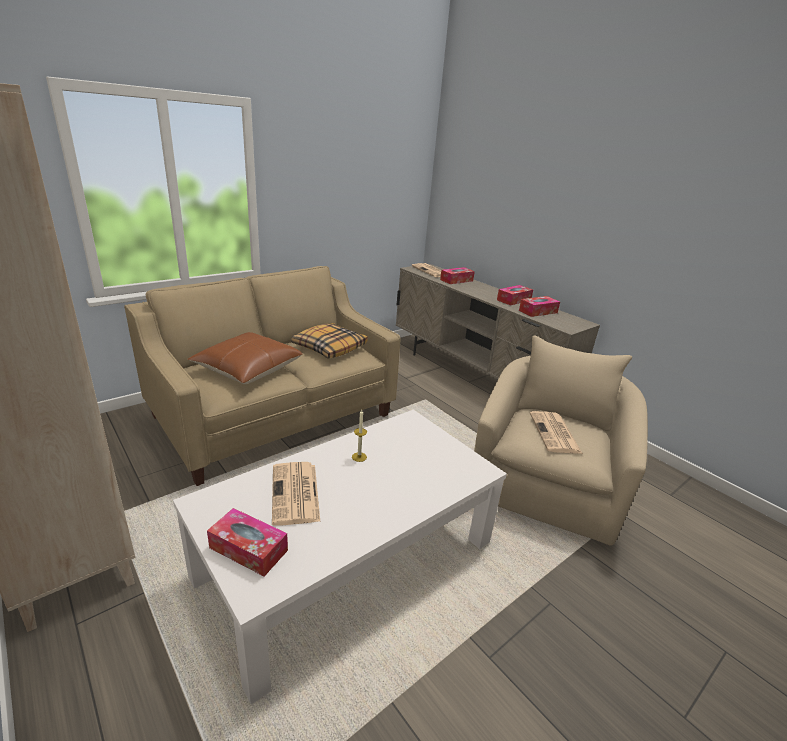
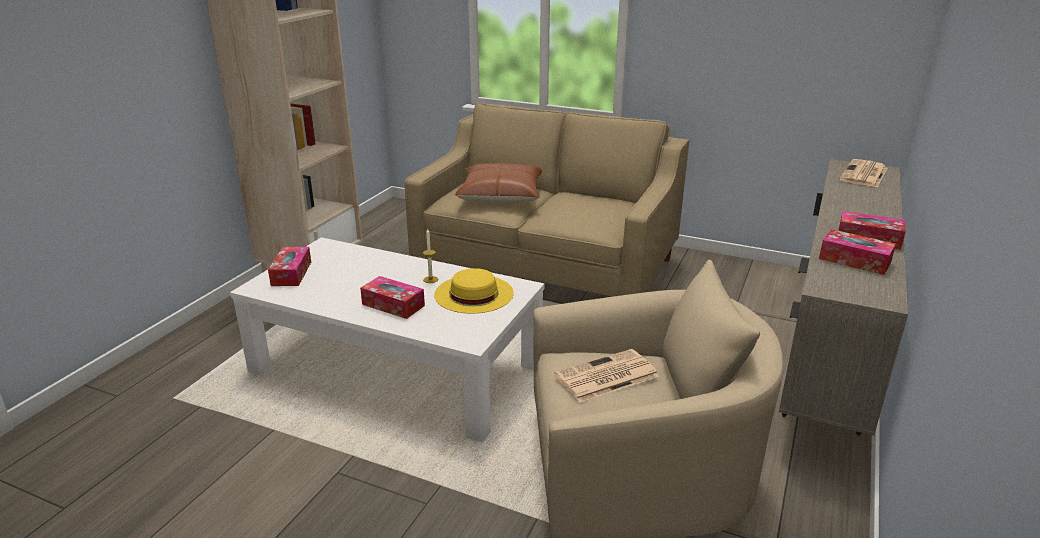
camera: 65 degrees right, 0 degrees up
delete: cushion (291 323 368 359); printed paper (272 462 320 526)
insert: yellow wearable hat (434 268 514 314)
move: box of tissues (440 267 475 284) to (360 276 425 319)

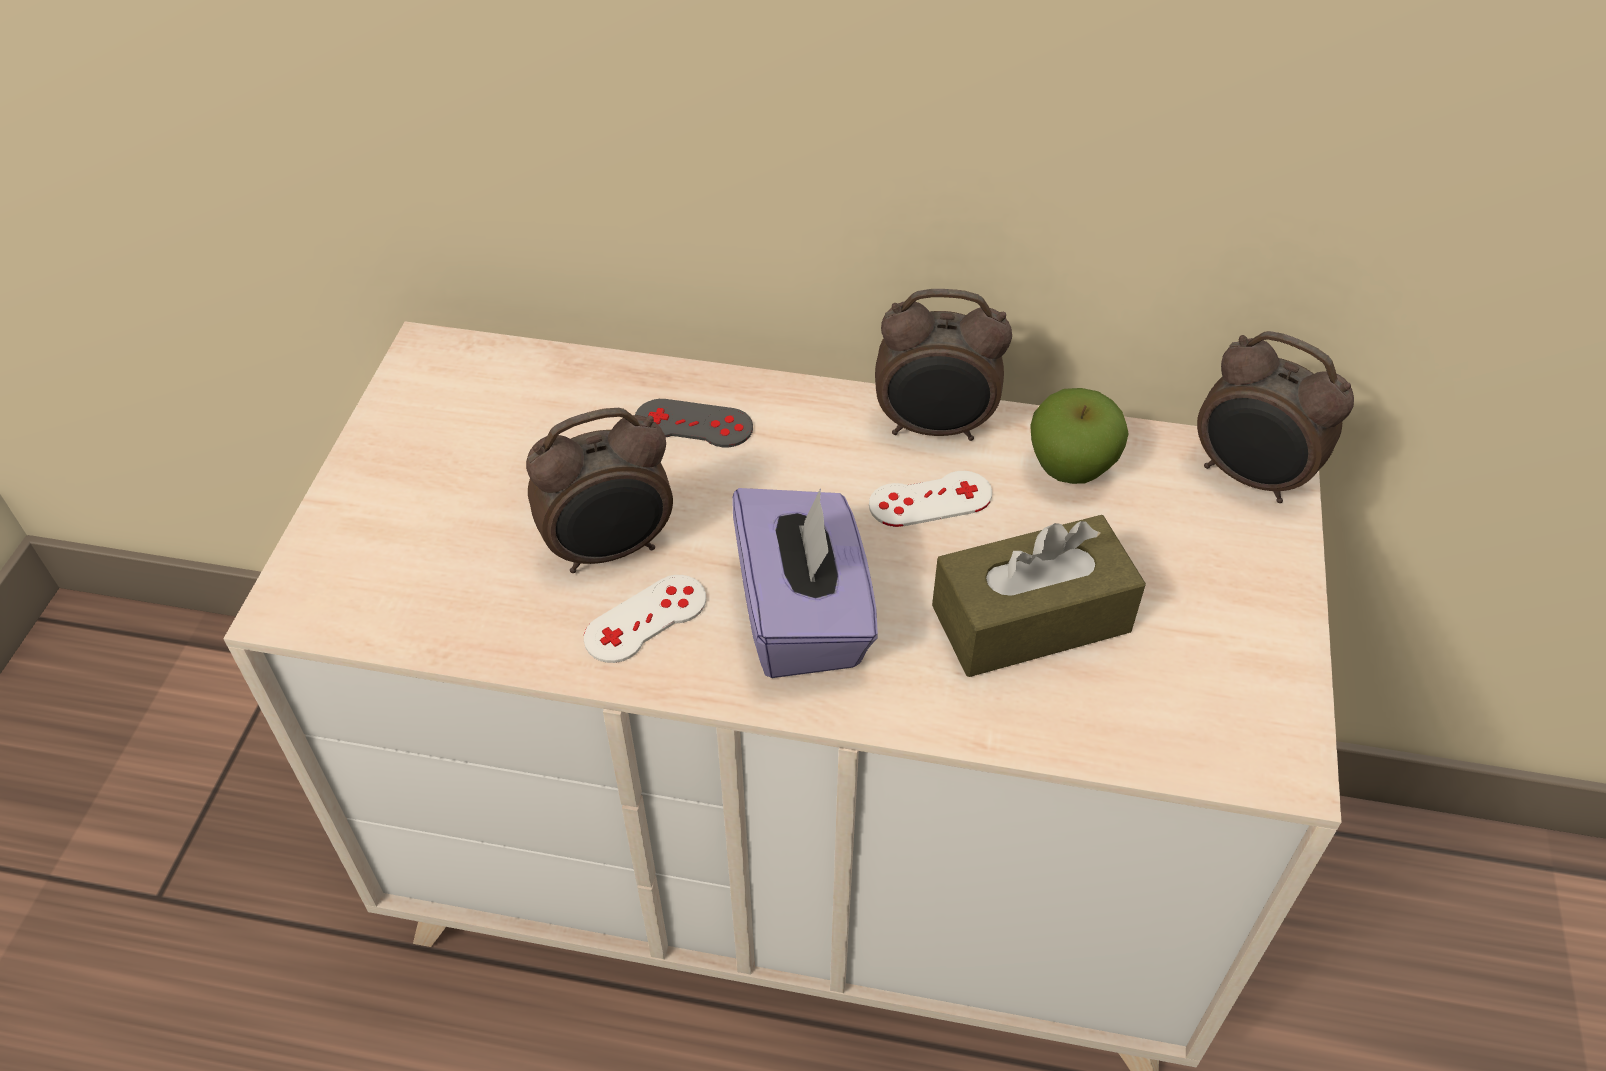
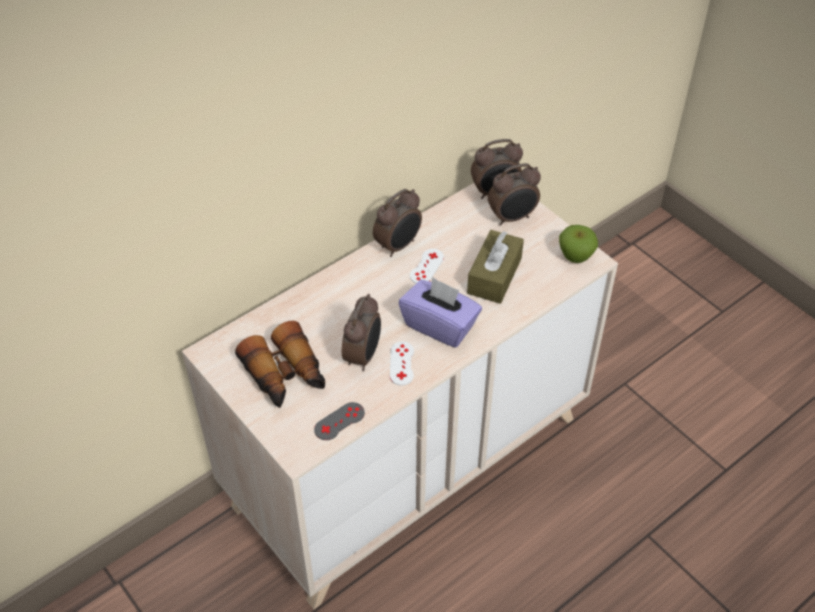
camera: 50 degrees left, 0 degrees up
insert: bedside clock (488 163 541 226); pair of binoculars (235 321 325 408)
move: apple (1030 388 1129 484) to (559 225 598 263); greyish game controller (635 399 753 447) to (314 402 365 440)

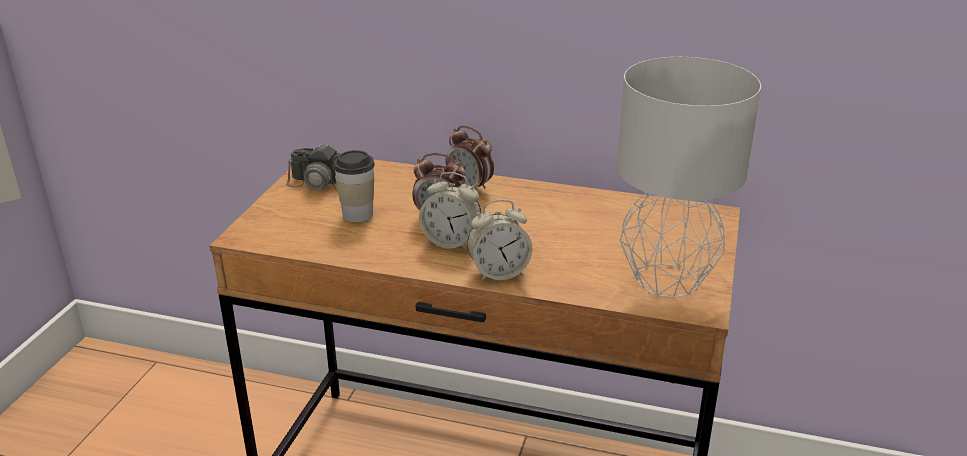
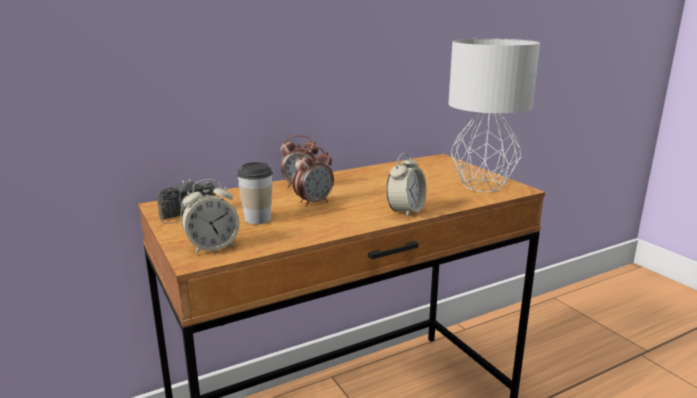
camera: 45 degrees left, 10 degrees down
move: bedside clock (419 172 482 250) to (182 179 239 254)

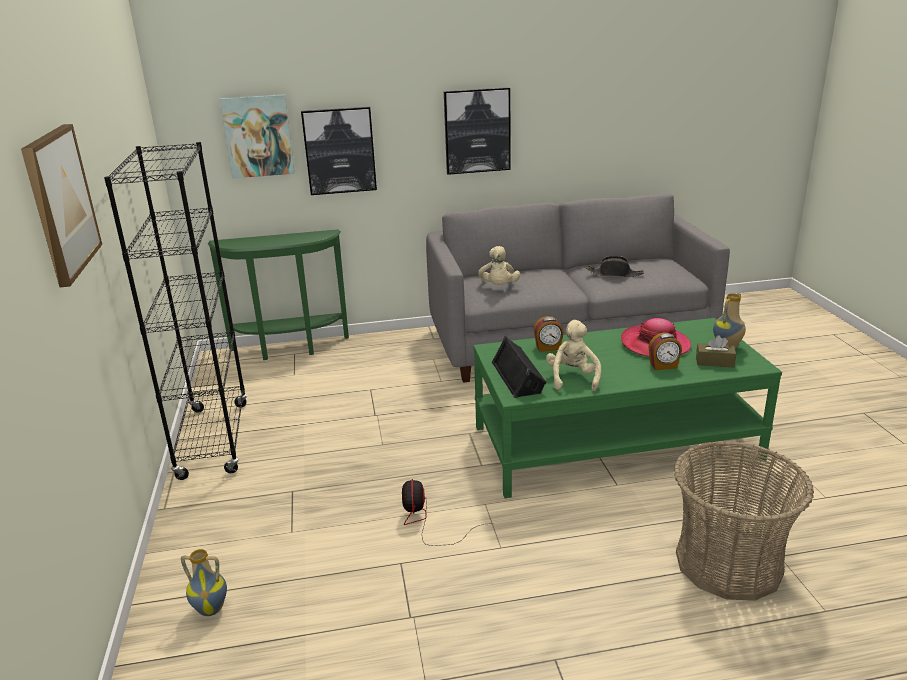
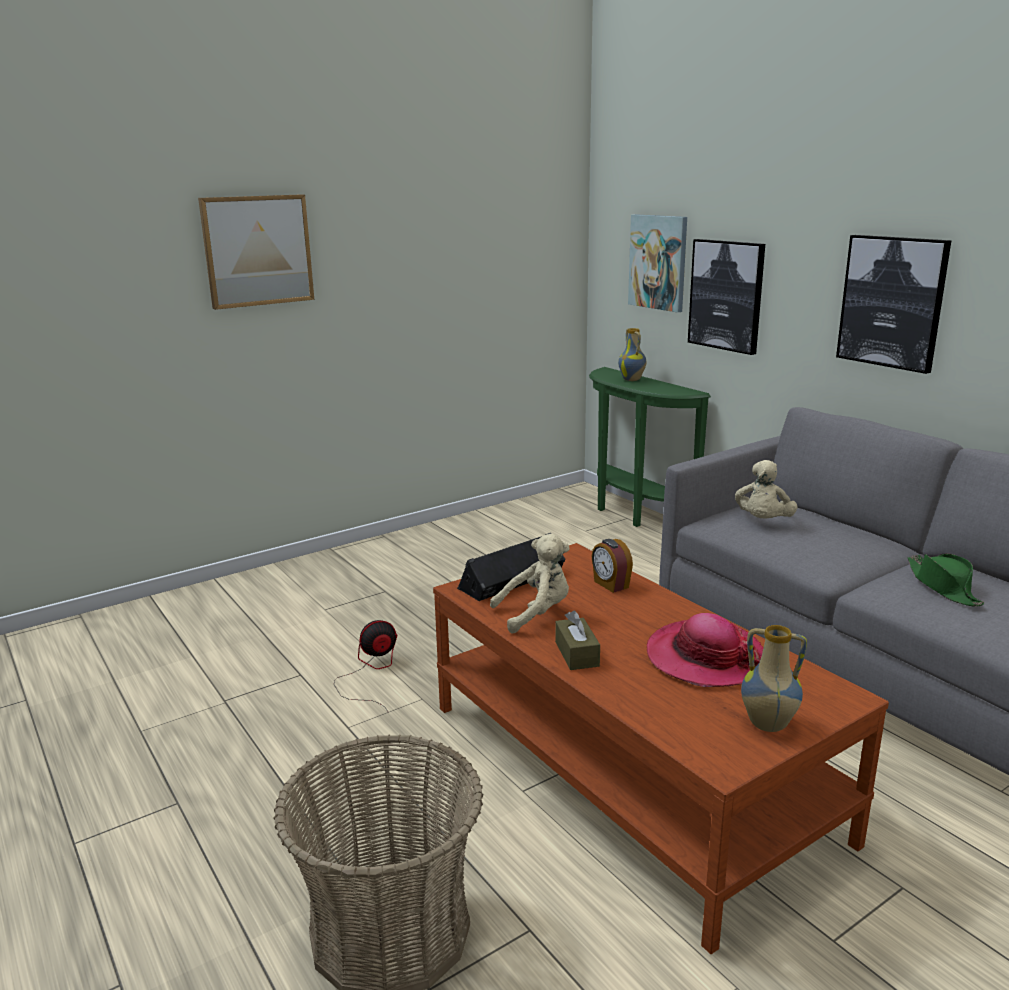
camera: 65 degrees right, 5 degrees down
delete: black-coloured bookcase (104 142 247 480); bedside clock (649 332 682 370)
move: brown box of tissues (696 335 736 368) to (555 611 600 670); vase (181 549 227 616) to (618 328 646 381)
recolor: black-coloured wearable hat (586 256 644 277) to green-coloured wearable hat (907 553 985 607); green-coloured lounge table (473 318 782 498) to brown lounge table (433 543 889 954)
rotate: beige soft toy (478 246 520 285) = (735 460 798 519) 45 degrees counterclockwise

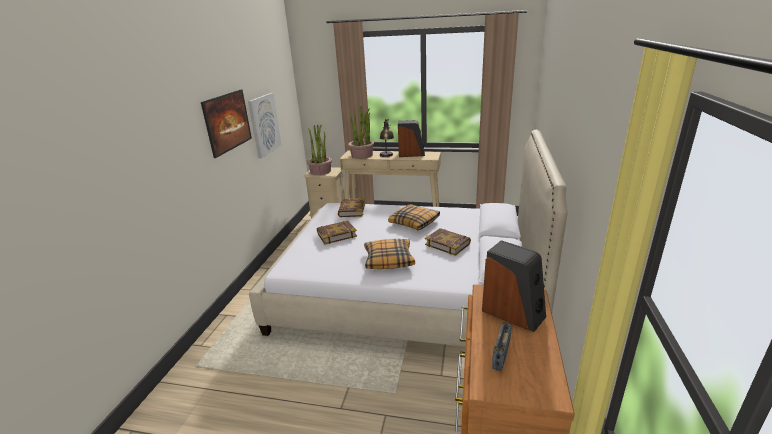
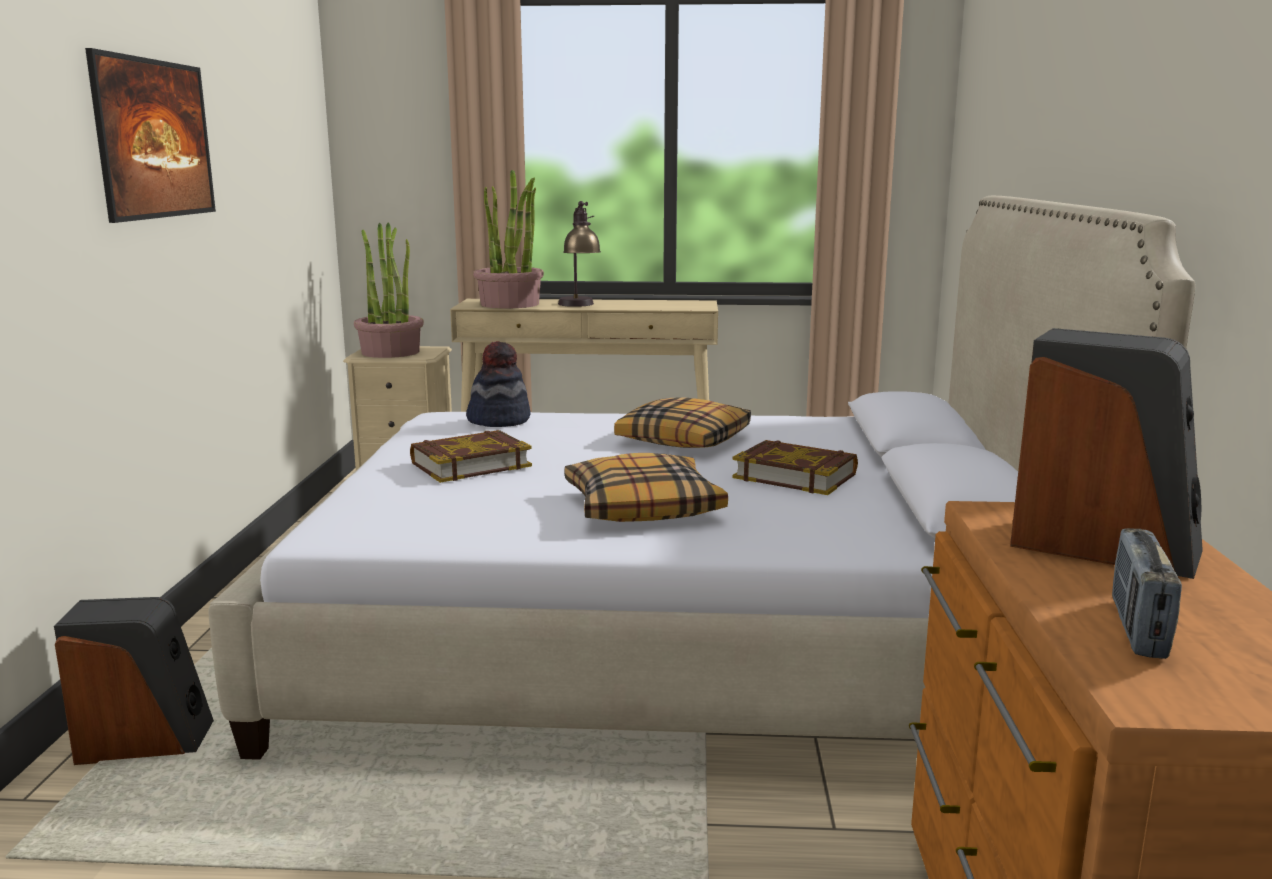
camera: 10 degrees left, 10 degrees down
delete: wall picture (248 93 282 159)
move: audio speaker (398 120 425 157) to (54 597 214 765)
replace: book (338 198 365 217) to wearable hat (466 341 530 427)

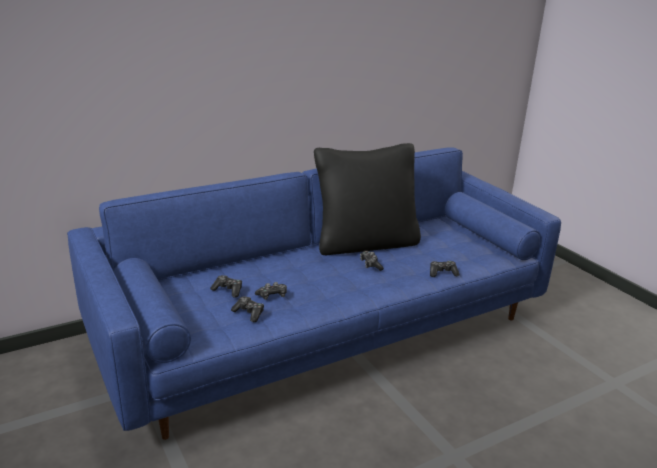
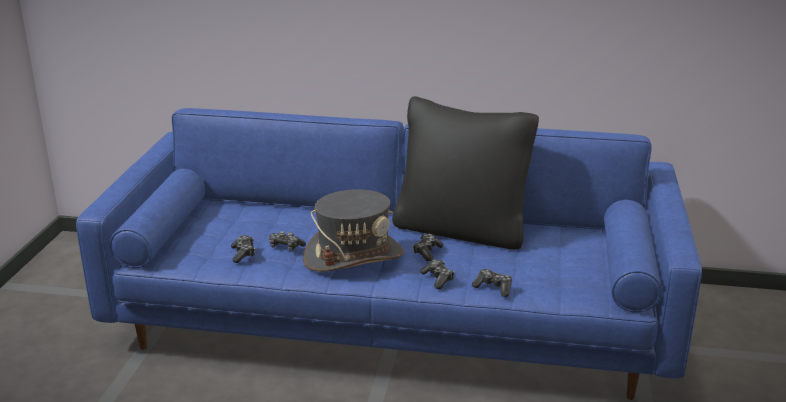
camera: 40 degrees right, 0 degrees up
insert: greyish wearable hat (303 189 404 272)
move: game controller (210 275 242 298) to (420 259 455 289)

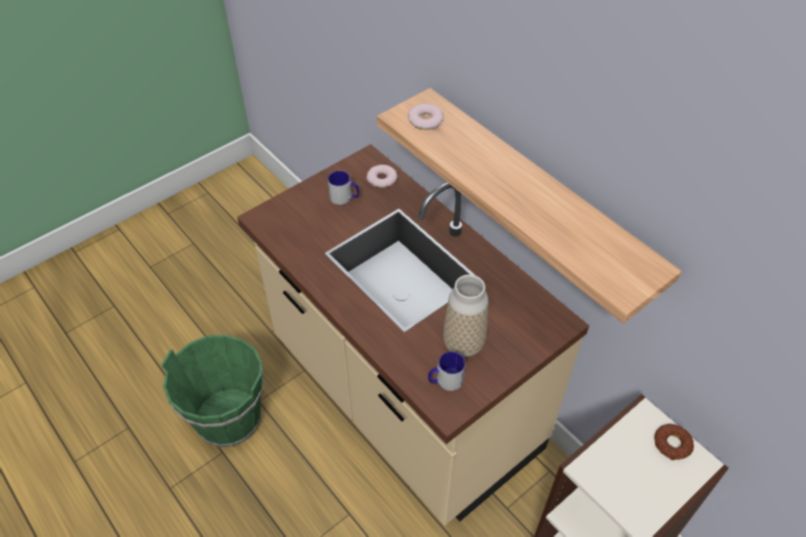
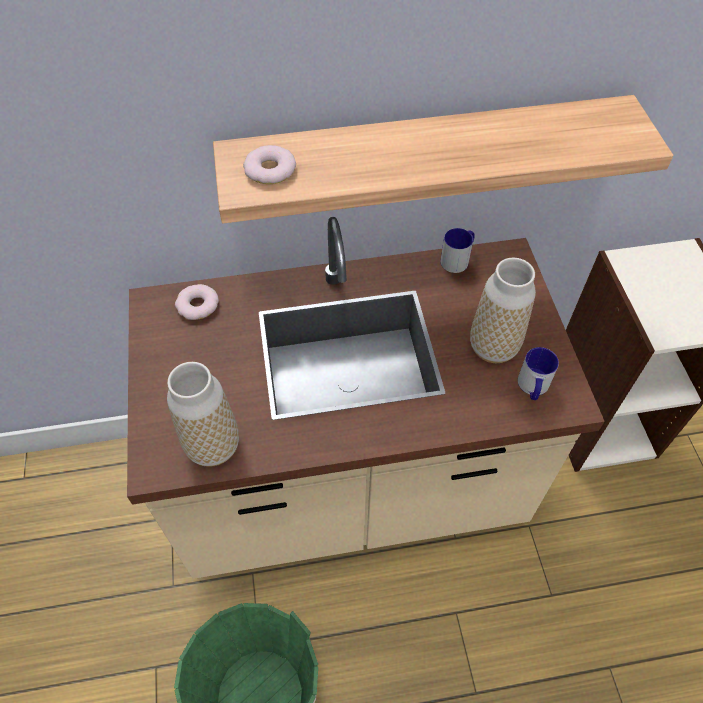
camera: 60 degrees left, 5 degrees up
delete: ring doughnut (655 424 694 460)
insert: vase (167 362 239 467)
move: mug (328 171 359 205) to (440 228 475 273)

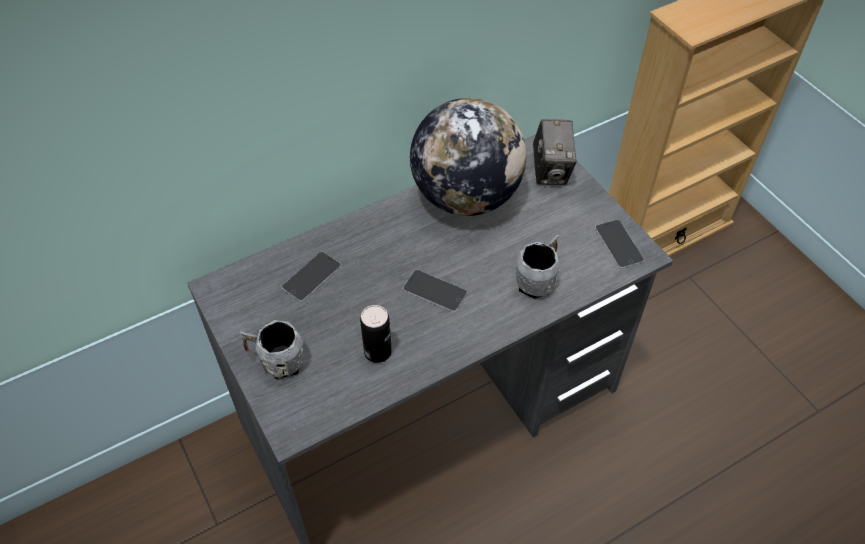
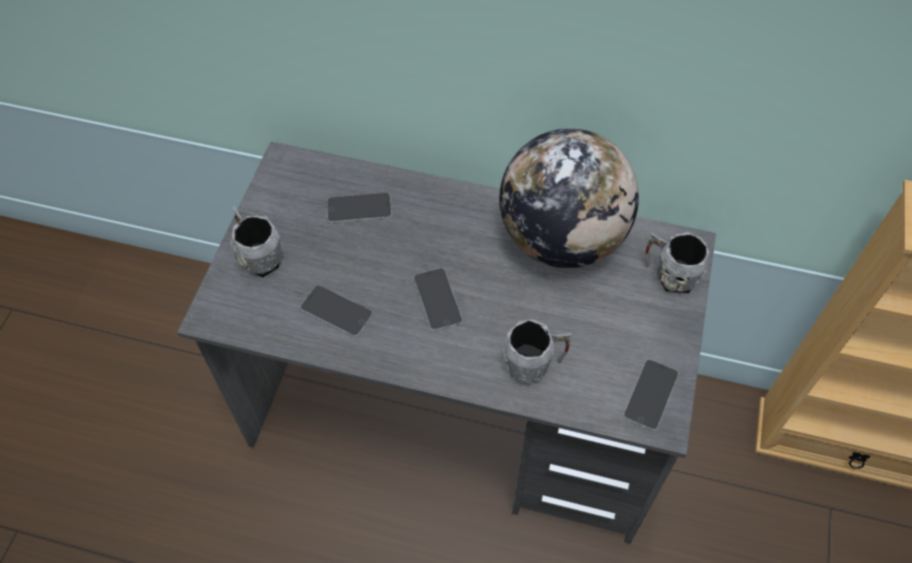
camera: 45 degrees right, 5 degrees up
replace: still camera (533 119 577 185) to greyish mug (645 232 709 293); can (360 305 392 363) to handset (300 285 373 337)

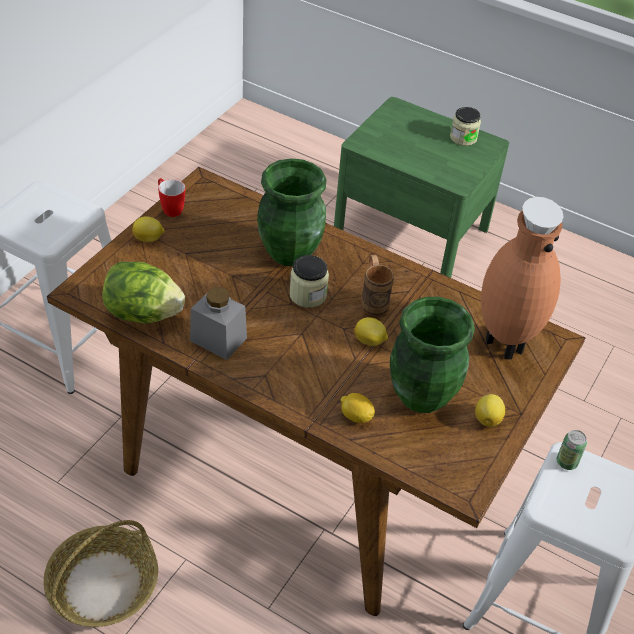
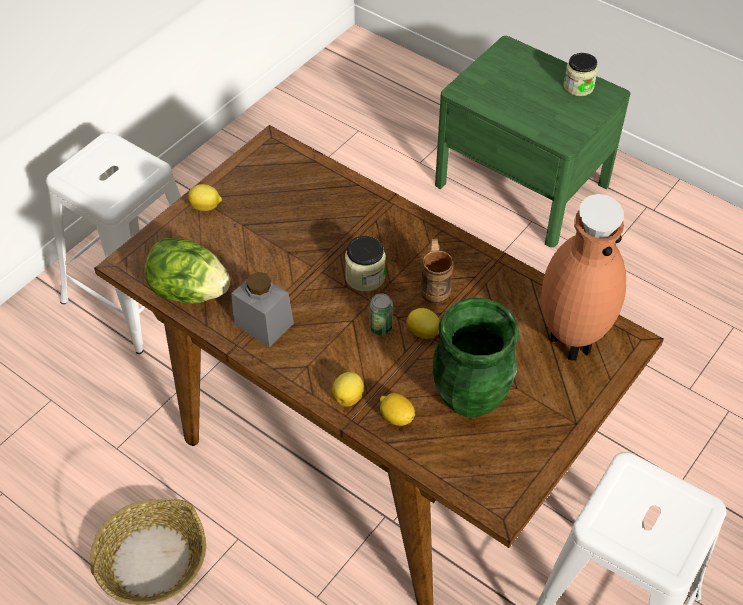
camera: 10 degrees right, 5 degrees up
delete: green-coloured vase (257 158 326 266); mug (158 178 185 217)
move: lemon (475 394 505 427) to (332 372 364 407); can (557 430 587 470) to (369 293 393 336)

